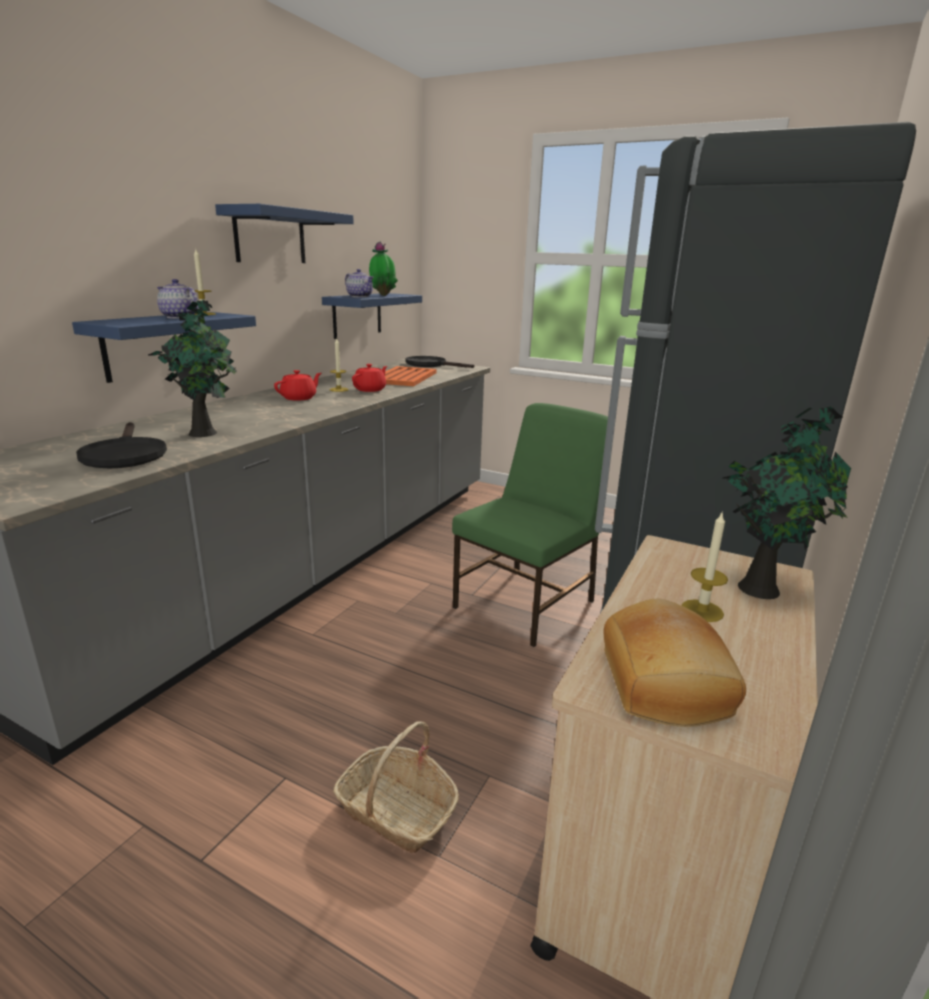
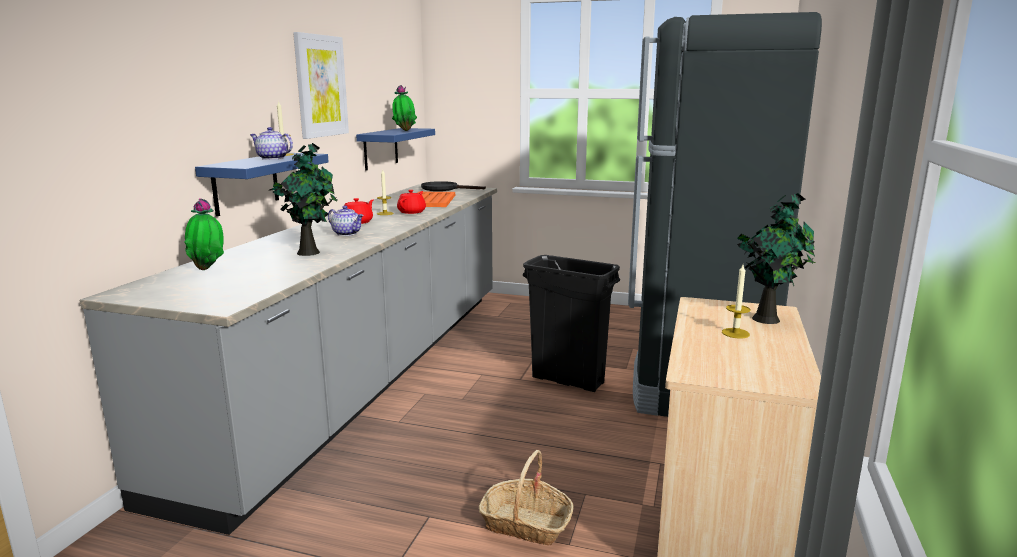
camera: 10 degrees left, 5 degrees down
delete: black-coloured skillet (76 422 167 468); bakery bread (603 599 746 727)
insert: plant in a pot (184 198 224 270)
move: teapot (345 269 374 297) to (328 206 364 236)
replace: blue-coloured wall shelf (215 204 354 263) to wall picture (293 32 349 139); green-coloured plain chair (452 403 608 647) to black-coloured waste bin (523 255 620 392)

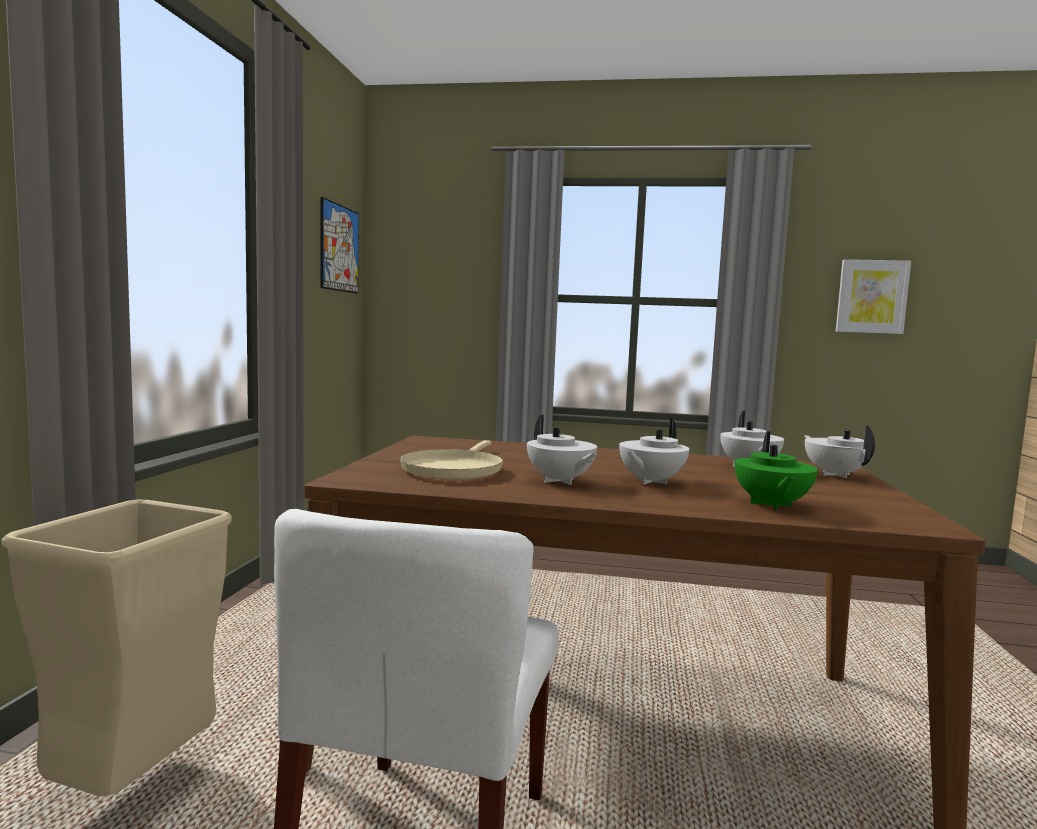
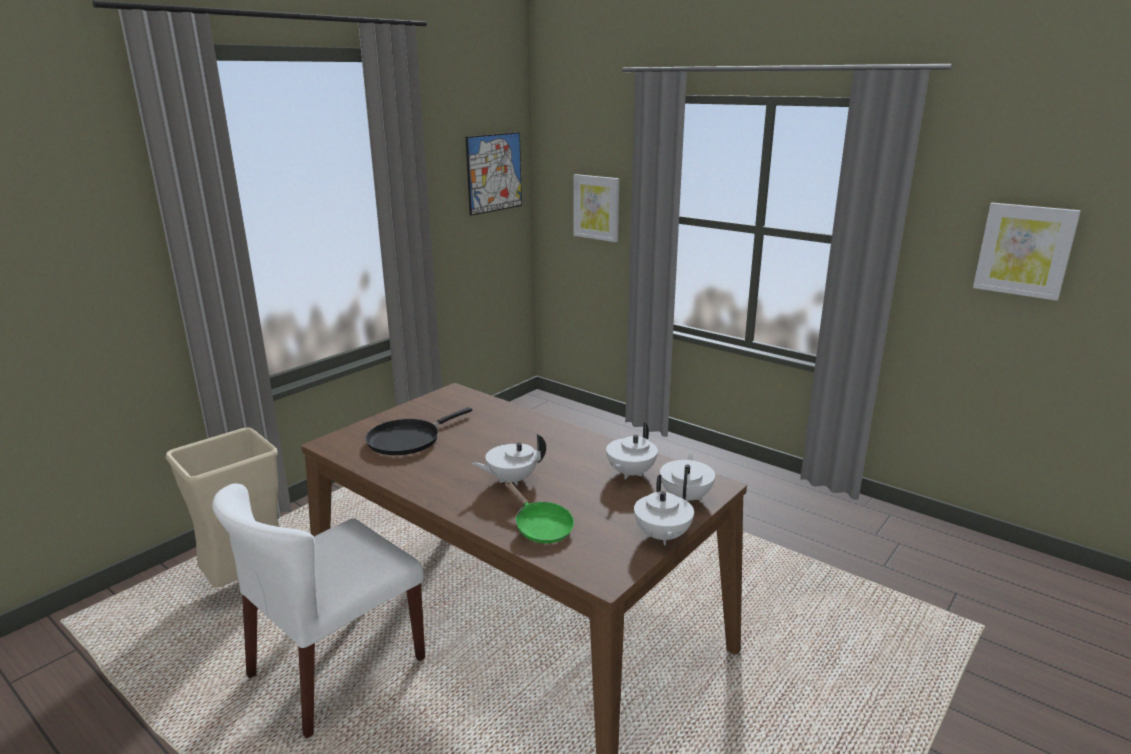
camera: 30 degrees right, 15 degrees up
insert: wall picture (573 174 619 242)
move: white teapot (527 415 597 485) to (634 475 694 545)
replace: green-coloured teapot (735 431 818 510) to green-coloured skillet (505 481 574 543)
recolor: beige skillet (400 440 503 479) to black-coloured skillet (365 407 472 455)

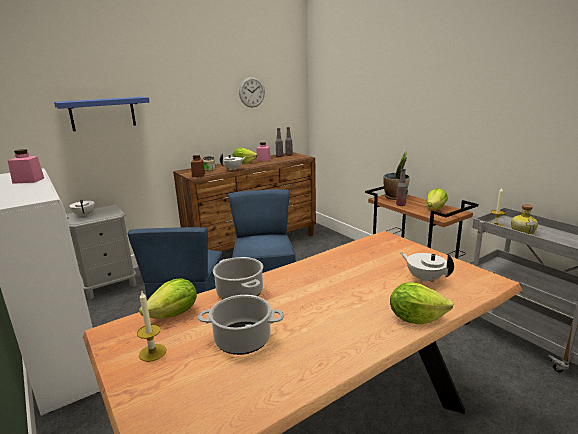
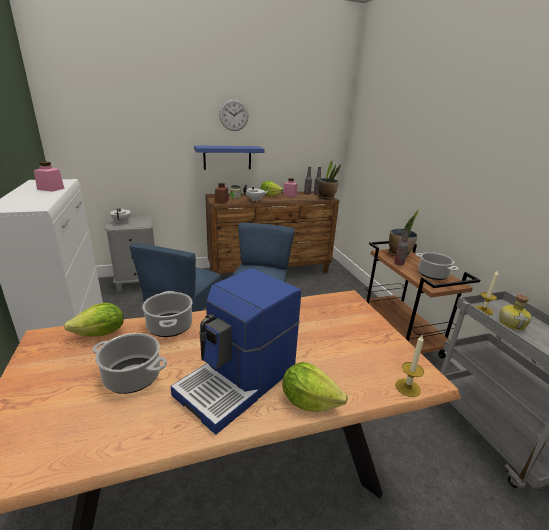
camera: 15 degrees right, 5 degrees up
delete: white teapot (400 252 454 283)
insert: plant in a pot (318 160 341 199); coffee brewer (171 268 301 435)
move: clock on the wall (239 77 265 107) to (219 99 249 131); blue-coloured wall shelf (54 97 150 131) to (194 145 265 170); candle (137 290 166 362) to (395 334 424 397)
replace: head of lettuce (426 188 448 209) to stockpot (416 252 459 280)

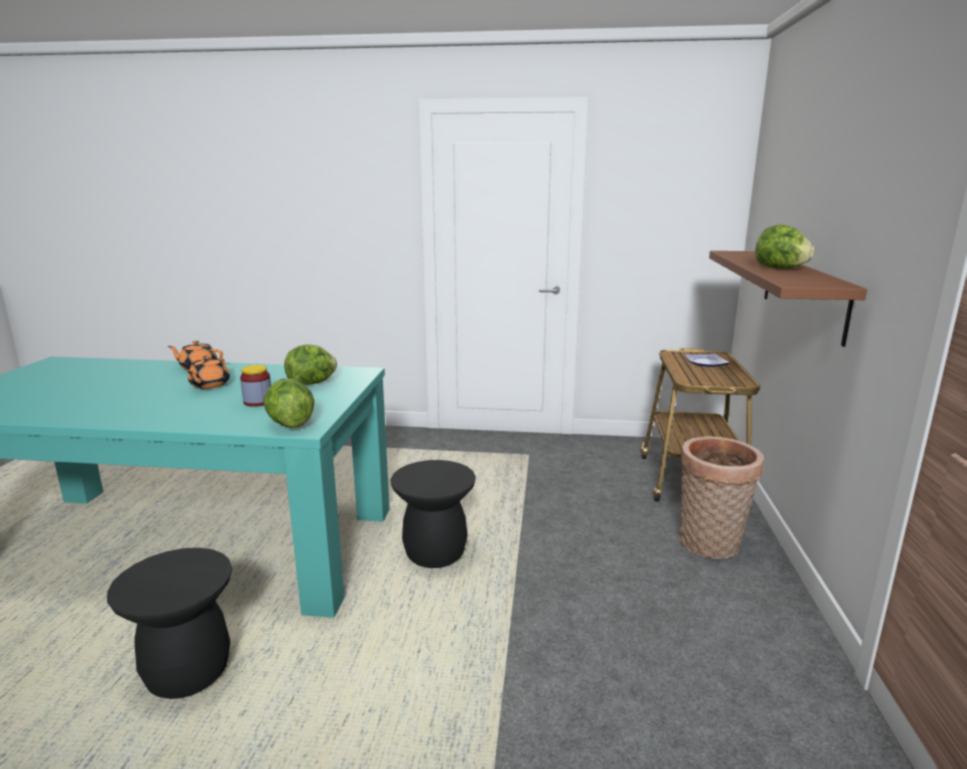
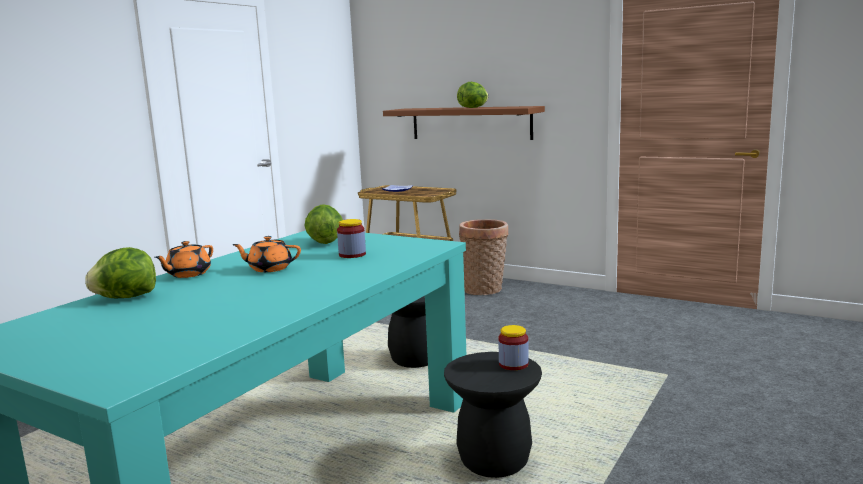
camera: 65 degrees left, 5 degrees down
insert: preserve jar (498 325 529 370)
move: head of lettuce (264 378 314 428) to (85 247 156 298)
rotate: orange-coloured teapot (187 356 230 389) = (232 236 301 272) 150 degrees clockwise

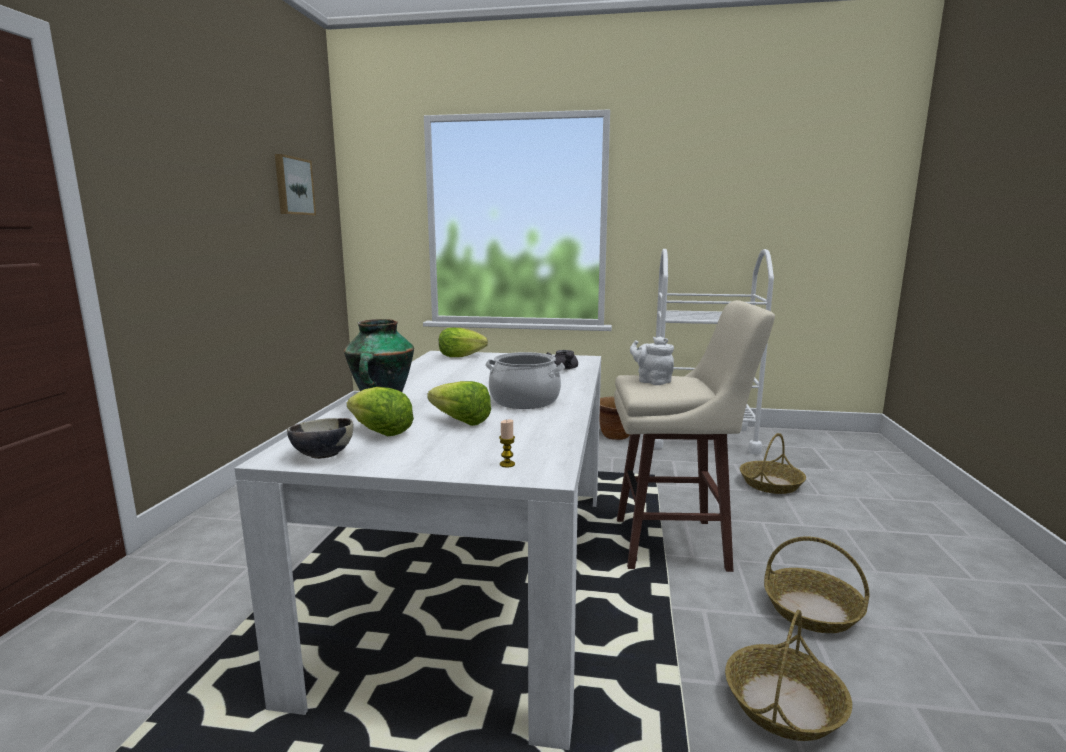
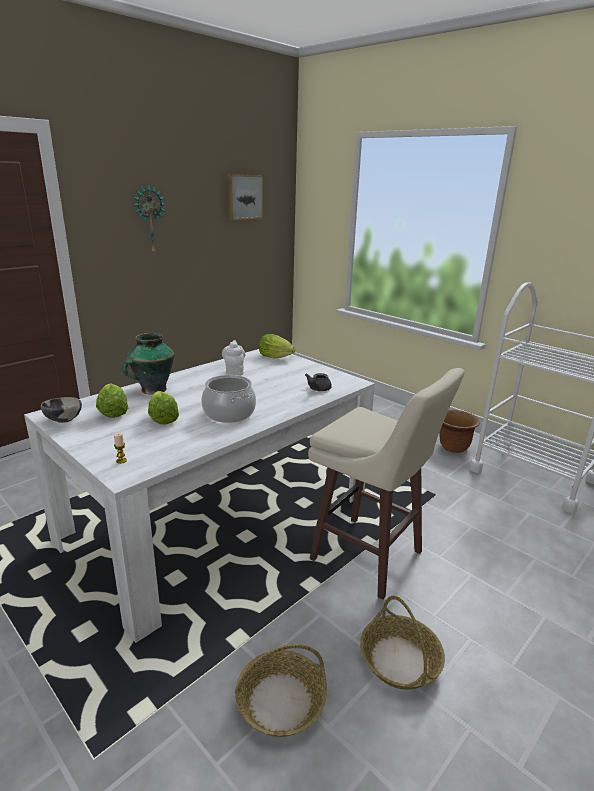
camera: 35 degrees right, 10 degrees up
delete: household basket (740 433 806 494)
insert: clock on the wall (133 184 166 253)
move: white teapot (630 336 674 385) to (222 340 246 376)

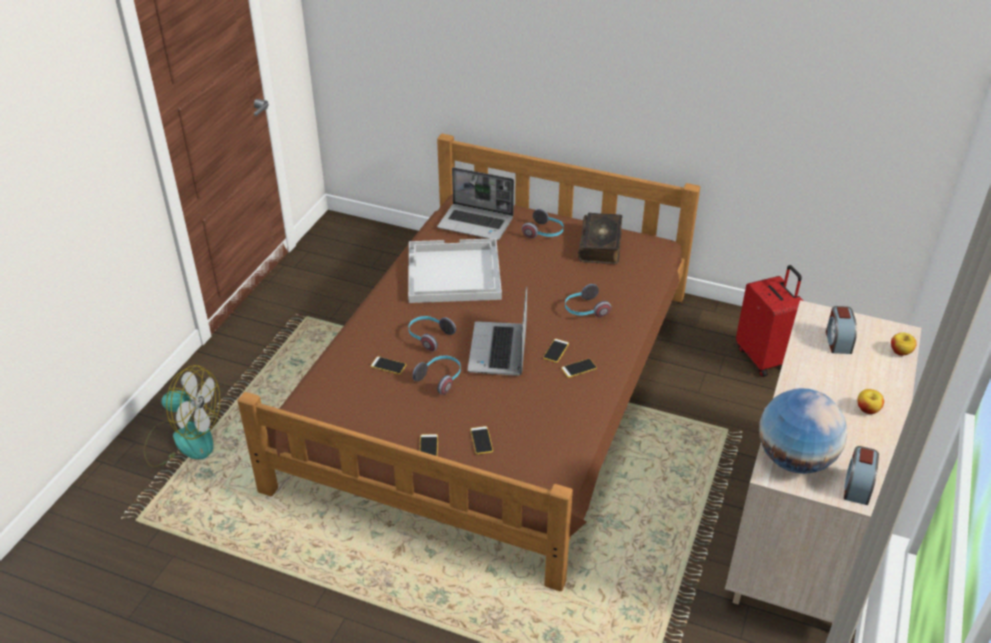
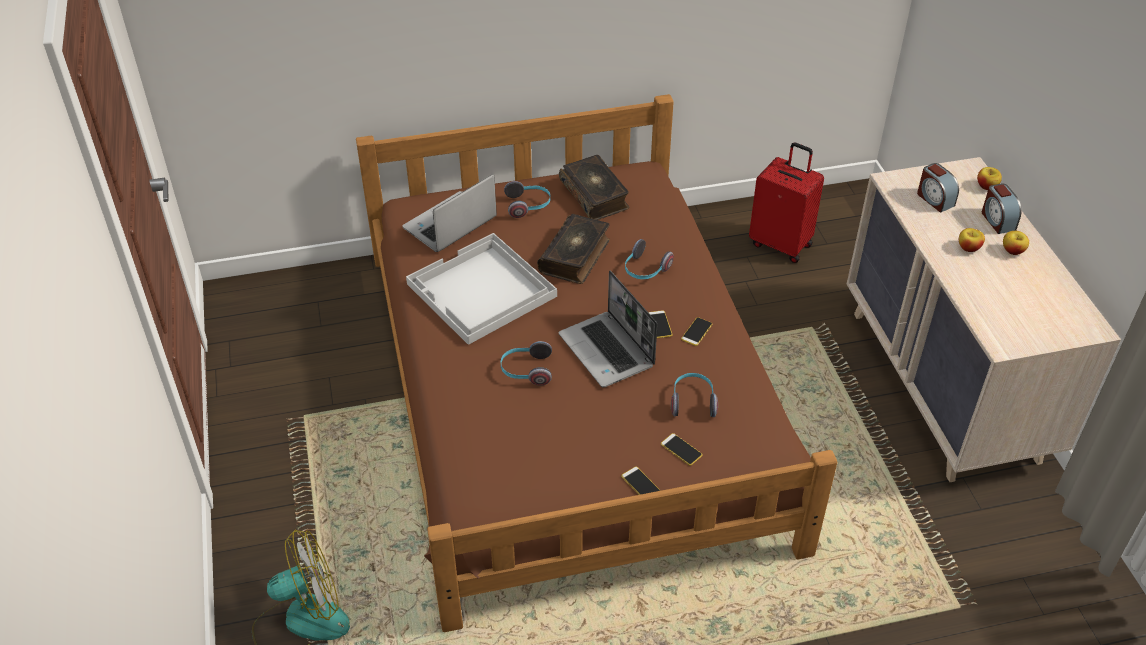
camera: 35 degrees left, 5 degrees up
delete: handset (371 356 406 375); desk globe (759 388 847 474)
insert: book (537 214 610 284); apple (959 228 985 252)
move: pair of headphones (412 355 461 395) to (671 373 718 417); bedside clock (844 446 879 505) to (982 184 1021 234)
rotate: portable computer (437 167 514 240) = (403 174 497 252) 150 degrees clockwise

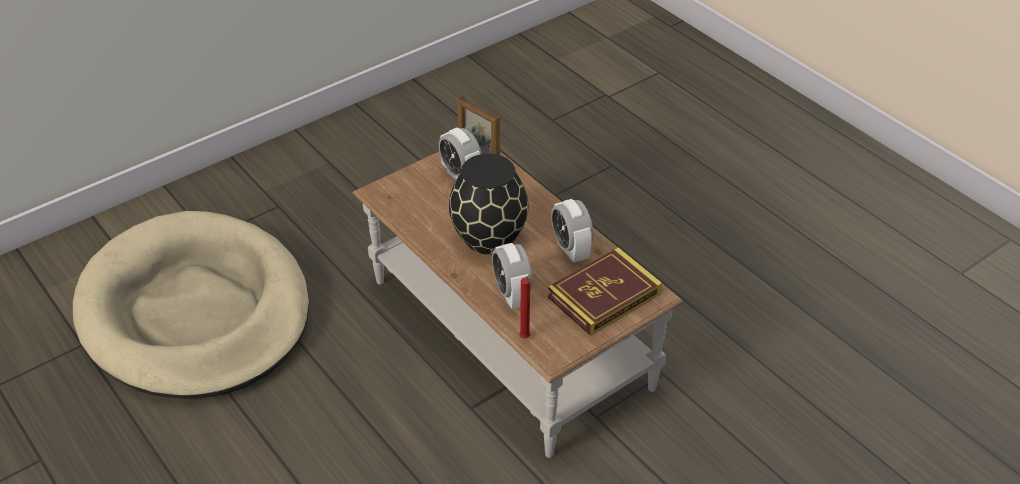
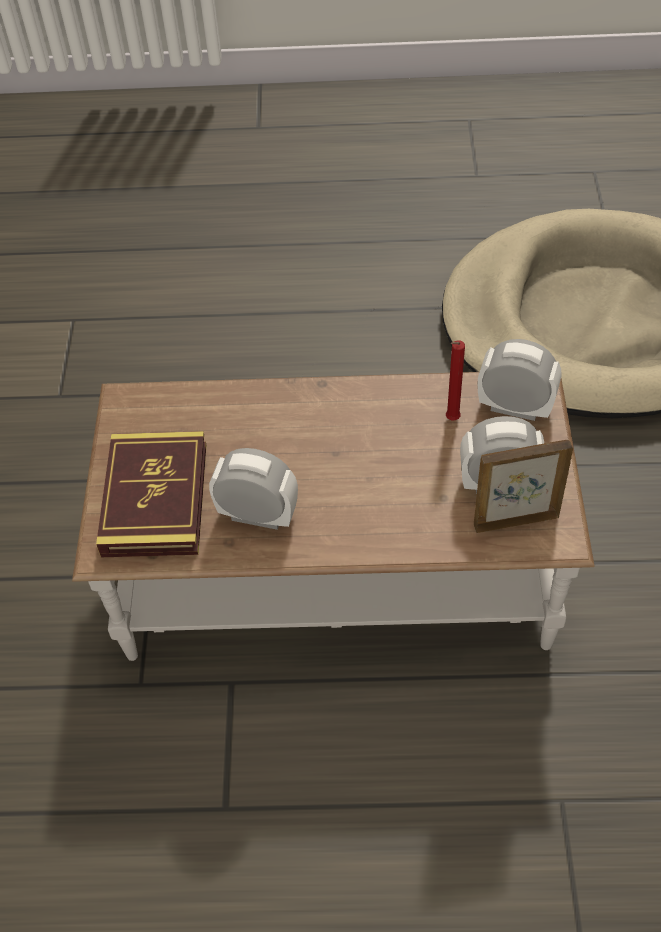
camera: 130 degrees right, 10 degrees up
delete: black-coloured vase (449 154 528 255)
move: bedside clock (492 243 532 309) to (478 339 561 421); red candle (519 274 536 339) to (446 340 465 420)

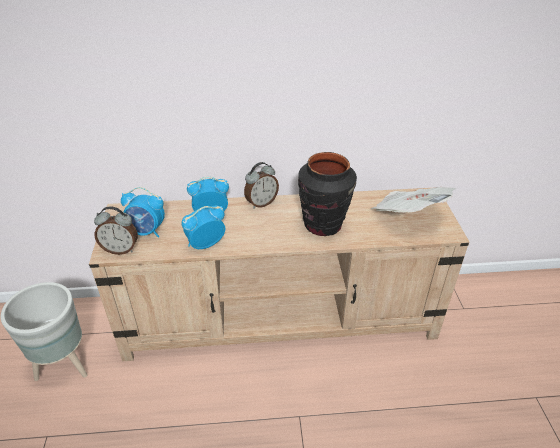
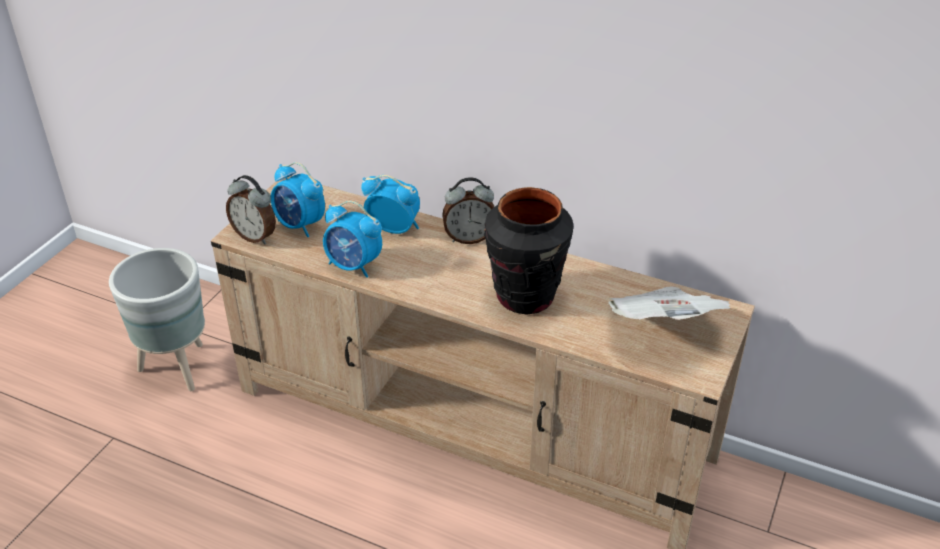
camera: 30 degrees right, 0 degrees up
rotate: bedside clock (181 205 225 249) = (323 201 382 278) 150 degrees counterclockwise

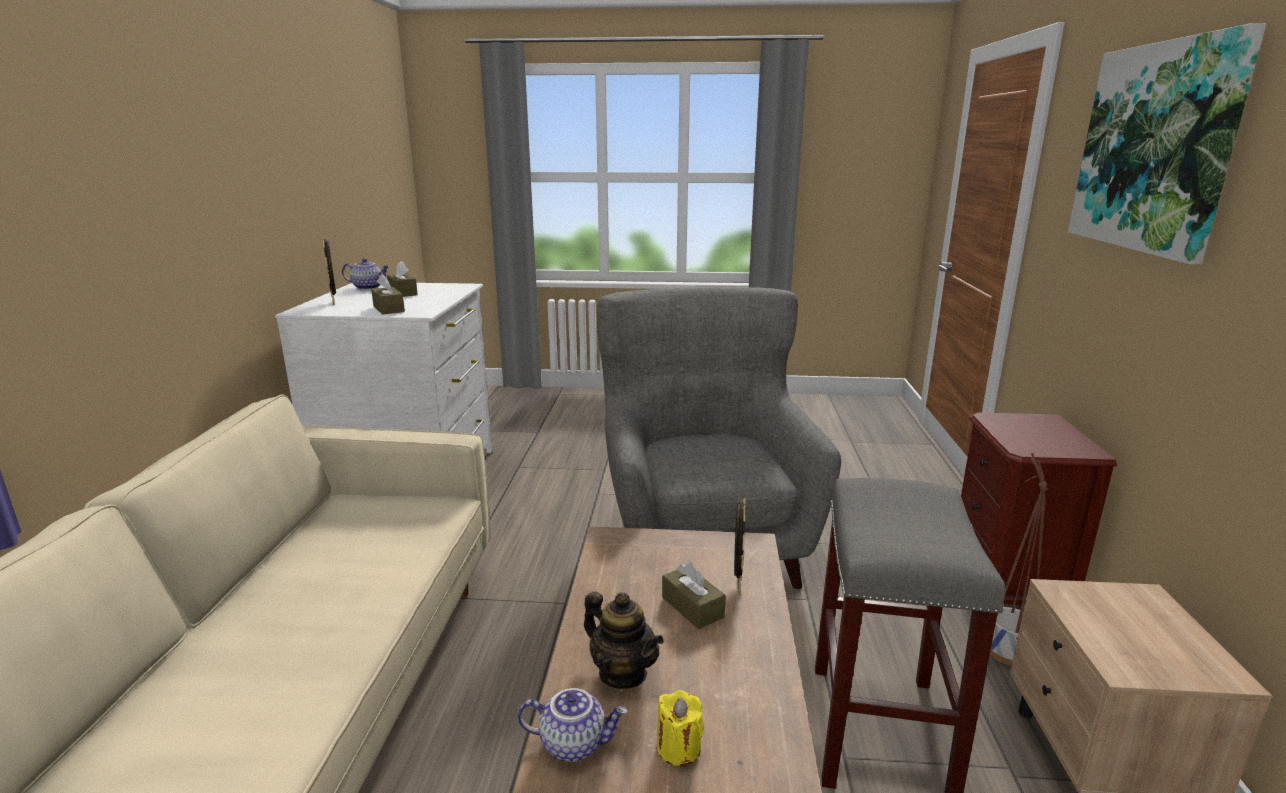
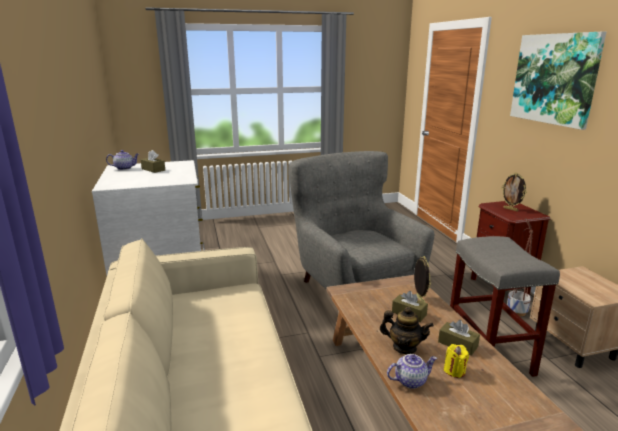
camera: 20 degrees left, 0 degrees up
move: picture frame (323 237 336 305) to (501 173 527 211); brown box of tissues (371 274 405 315) to (438 320 480 356)

